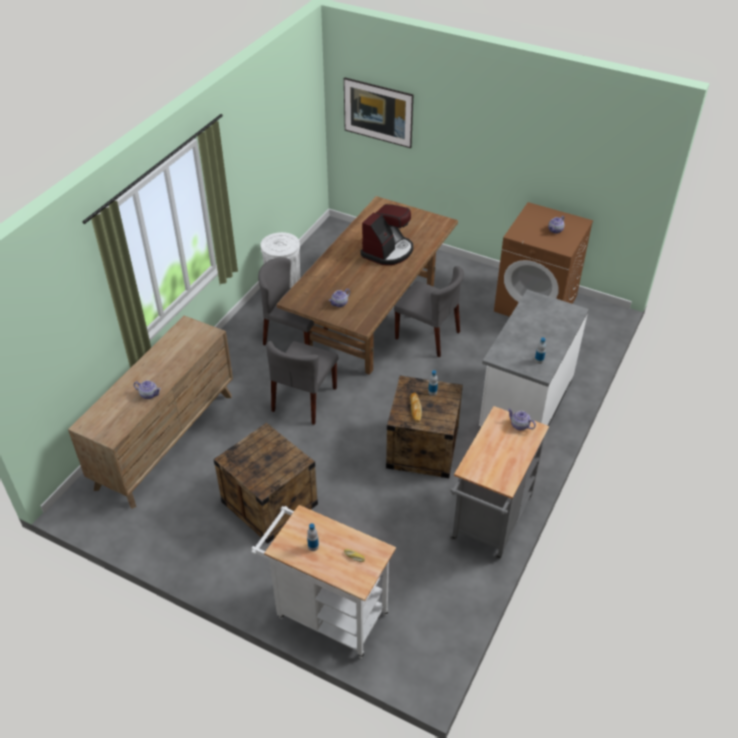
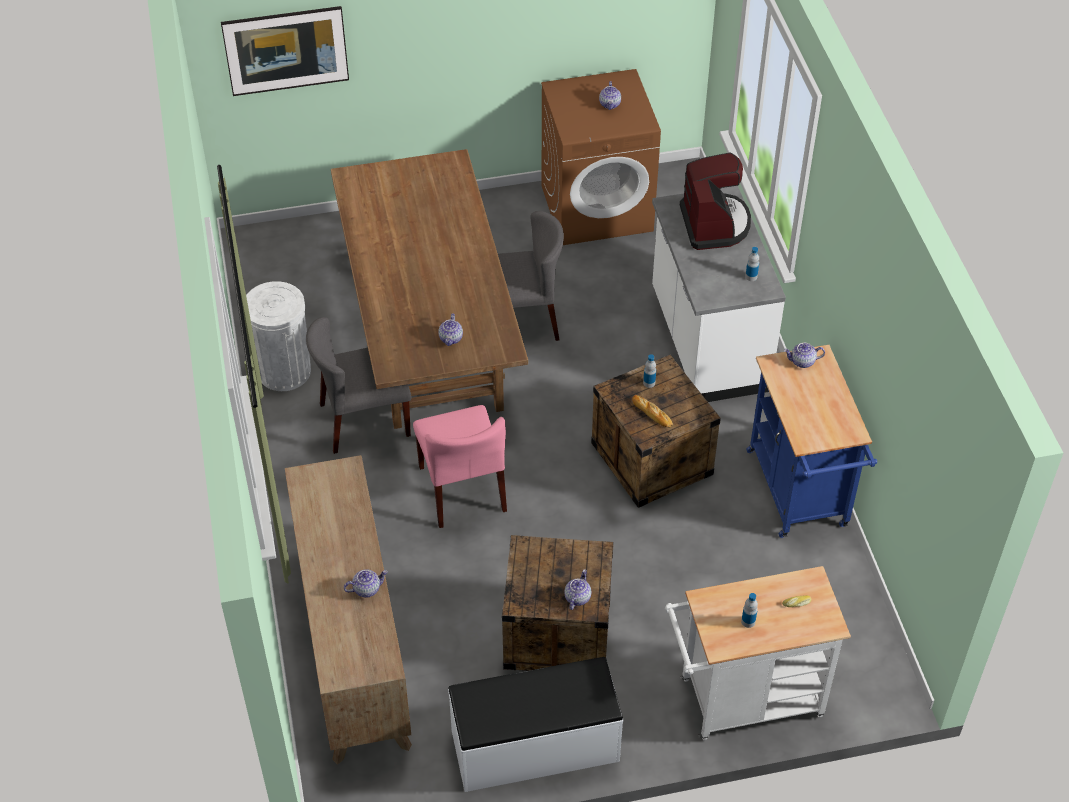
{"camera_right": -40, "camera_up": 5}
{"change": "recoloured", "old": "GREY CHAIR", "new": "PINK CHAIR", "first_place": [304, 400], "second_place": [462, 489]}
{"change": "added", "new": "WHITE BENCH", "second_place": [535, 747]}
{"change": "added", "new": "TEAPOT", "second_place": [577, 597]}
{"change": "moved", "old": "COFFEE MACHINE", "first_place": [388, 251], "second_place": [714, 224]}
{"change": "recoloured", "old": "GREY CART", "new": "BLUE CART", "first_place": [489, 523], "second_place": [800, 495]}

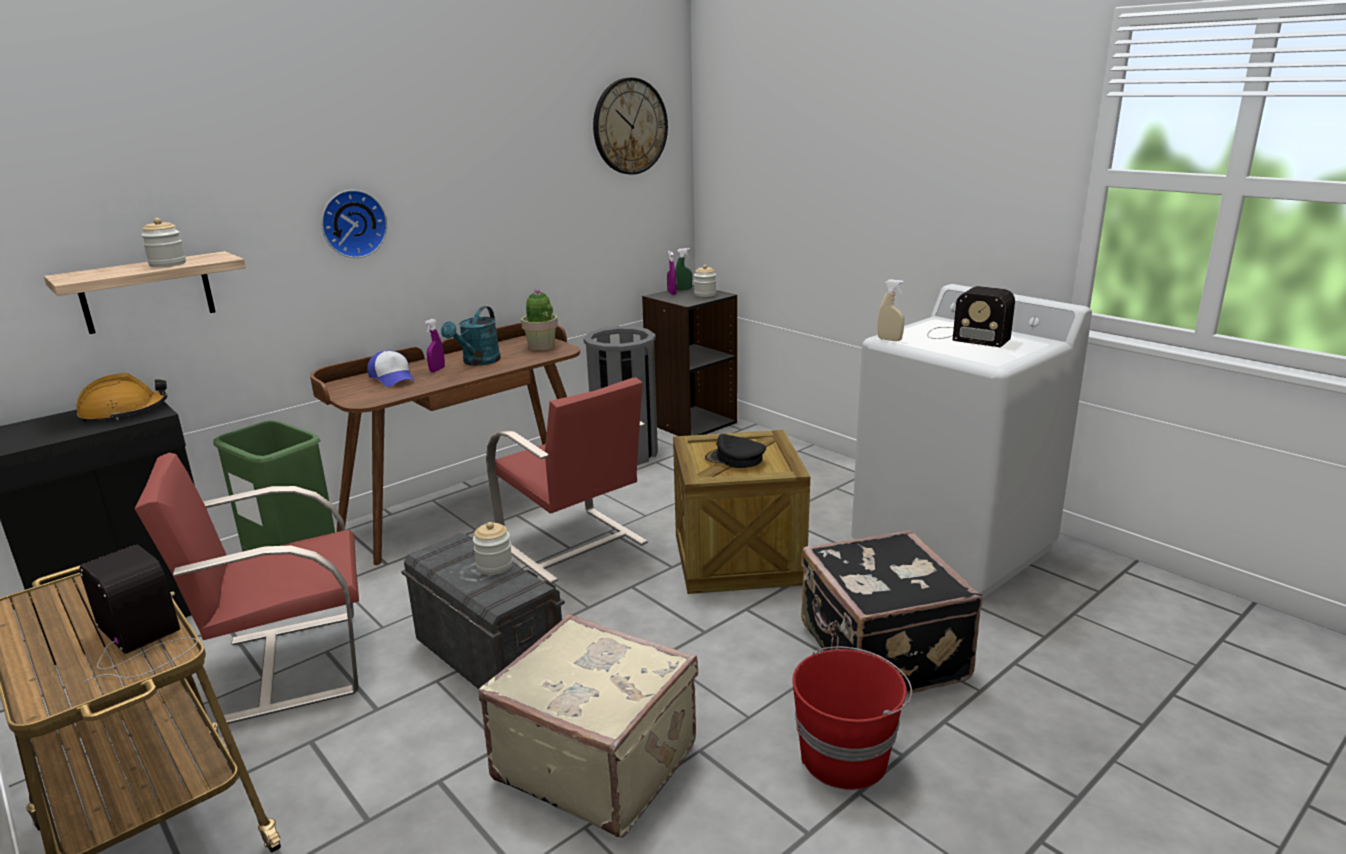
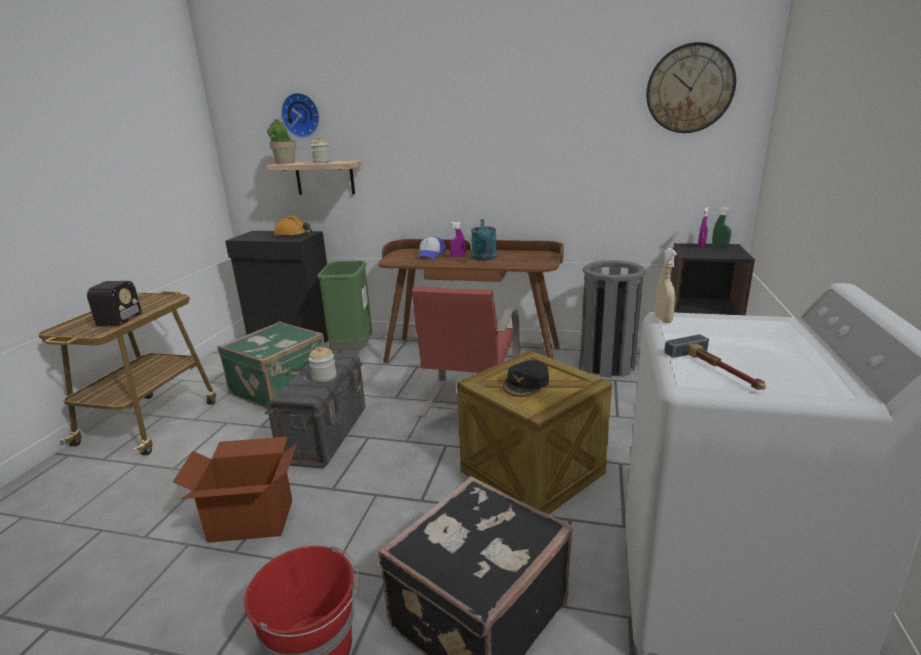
{"camera_right": 55, "camera_up": 0}
{"change": "replaced", "old": "BEIGE SUITCASE", "new": "CARDBOARD BOX", "first_place": [597, 761], "second_place": [251, 520]}
{"change": "replaced", "old": "RED CHAIR", "new": "GREEN SUITCASE", "first_place": [289, 665], "second_place": [281, 387]}
{"change": "moved", "old": "POTTED PLANT", "first_place": [541, 347], "second_place": [285, 163]}
{"change": "moved", "old": "WALL CLOCK", "first_place": [352, 223], "second_place": [301, 115]}
{"change": "turned", "old": "TURQUOISE WATERING CAN", "first_place": [478, 362], "second_place": [484, 258], "degrees": -75}
{"change": "turned", "old": "BLACK CAP", "first_place": [735, 459], "second_place": [526, 383], "degrees": -135}
{"change": "added", "new": "HAMMER", "second_place": [718, 370]}
{"change": "removed", "old": "JAR", "first_place": [705, 294]}
{"change": "removed", "old": "RADIO", "first_place": [964, 336]}

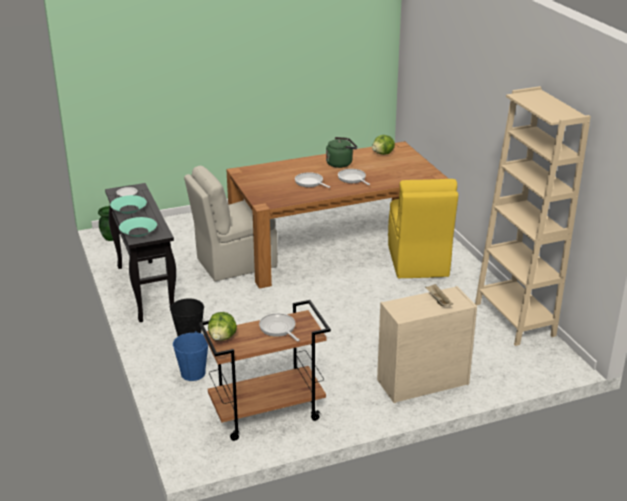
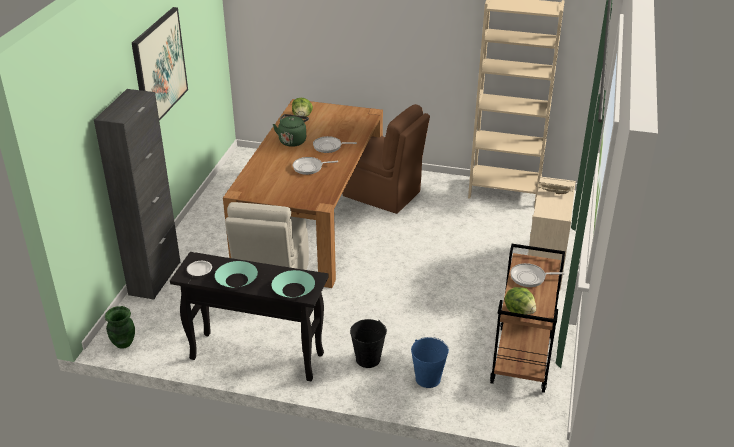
{"camera_right": -55, "camera_up": 5}
{"change": "added", "new": "BLACK CABINET", "second_place": [155, 278]}
{"change": "added", "new": "PICTURE", "second_place": [159, 67]}
{"change": "recoloured", "old": "YELLOW CHAIR", "new": "BROWN CHAIR", "first_place": [418, 262], "second_place": [383, 194]}

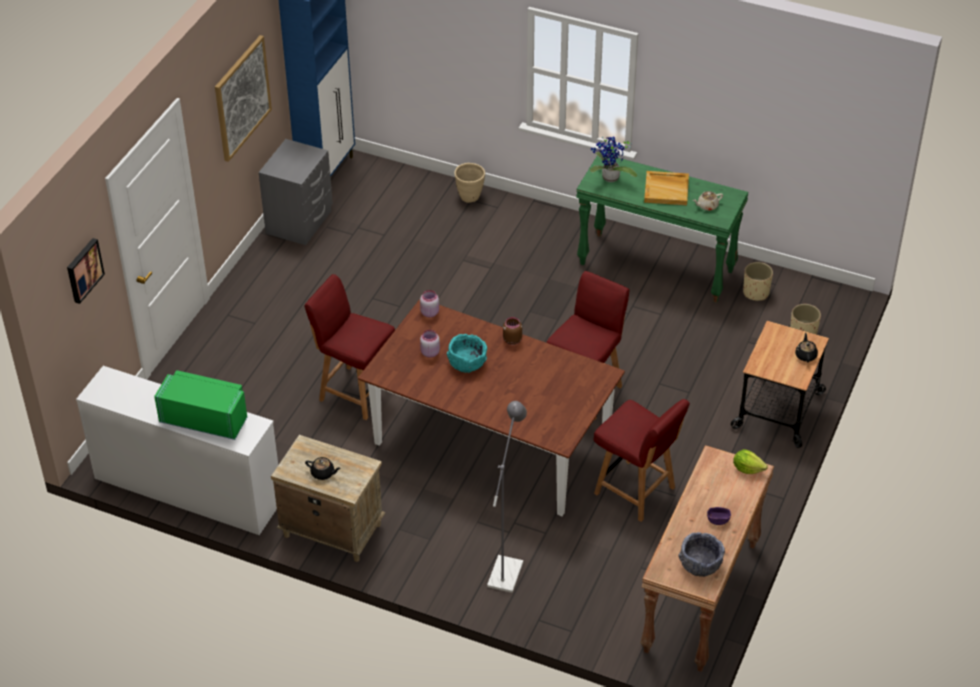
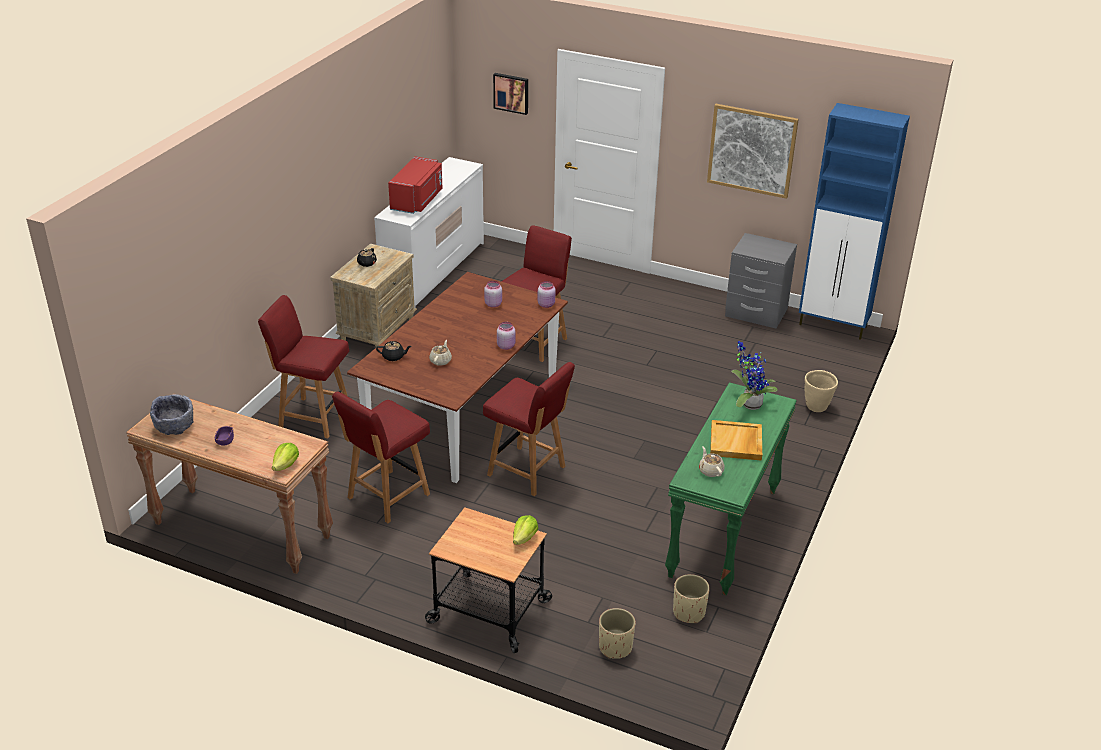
{"camera_right": 90, "camera_up": -10}
{"change": "replaced", "old": "GREY FLOOR LAMP", "new": "RED CHAIR", "first_place": [507, 568], "second_place": [313, 417]}
{"change": "moved", "old": "BLACK TEAPOT", "first_place": [805, 355], "second_place": [394, 357]}
{"change": "recoloured", "old": "GREEN MICROWAVE", "new": "RED MICROWAVE", "first_place": [205, 418], "second_place": [418, 200]}
{"change": "added", "new": "BEIGE TEAPOT", "second_place": [441, 361]}
{"change": "recoloured", "old": "BROWN JAR", "new": "PINK JAR", "first_place": [512, 340], "second_place": [506, 346]}
{"change": "added", "new": "LETTUCE", "second_place": [524, 538]}
{"change": "removed", "old": "TURQUOISE BOWL", "first_place": [467, 362]}

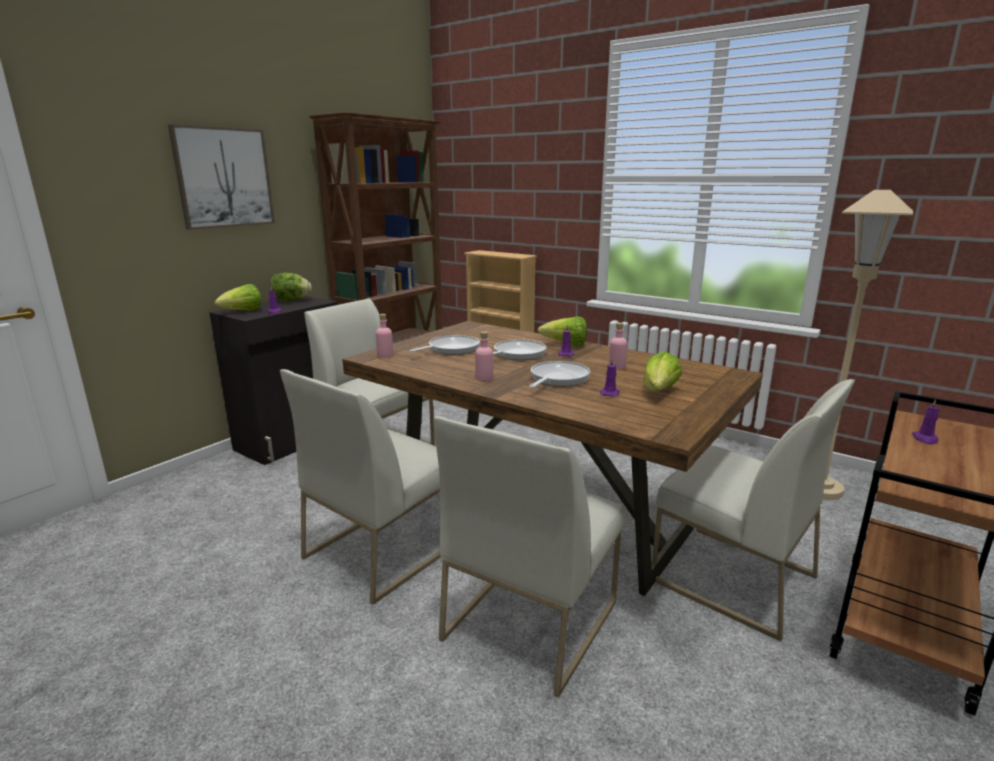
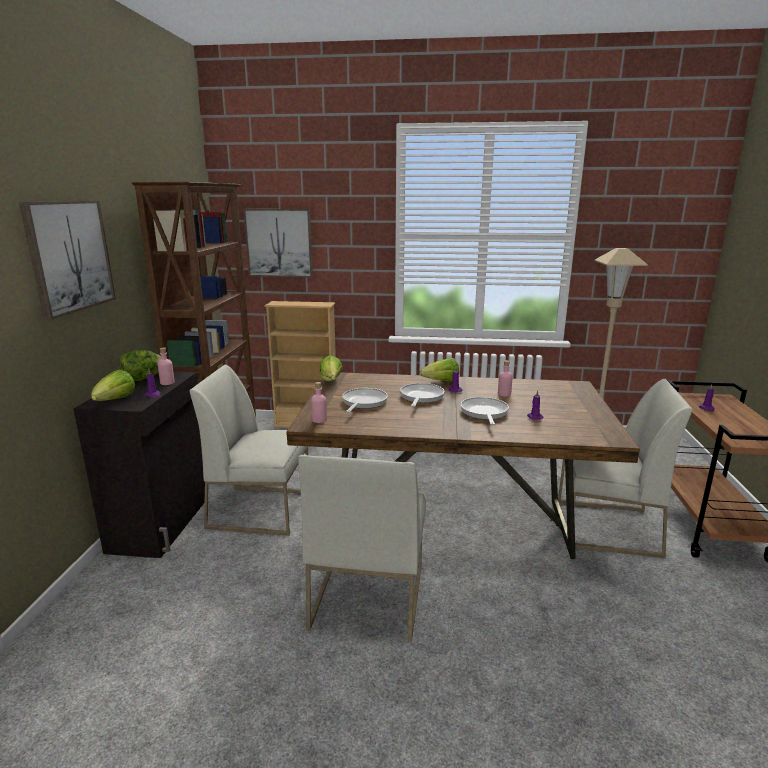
{"camera_right": -30, "camera_up": 0}
{"change": "moved", "old": "PINK BOTTLE", "first_place": [484, 378], "second_place": [167, 383]}
{"change": "added", "new": "PICTURE", "second_place": [279, 243]}
{"change": "moved", "old": "LETTUCE", "first_place": [659, 392], "second_place": [331, 381]}
{"change": "removed", "old": "WHITE CHAIR", "first_place": [530, 619]}

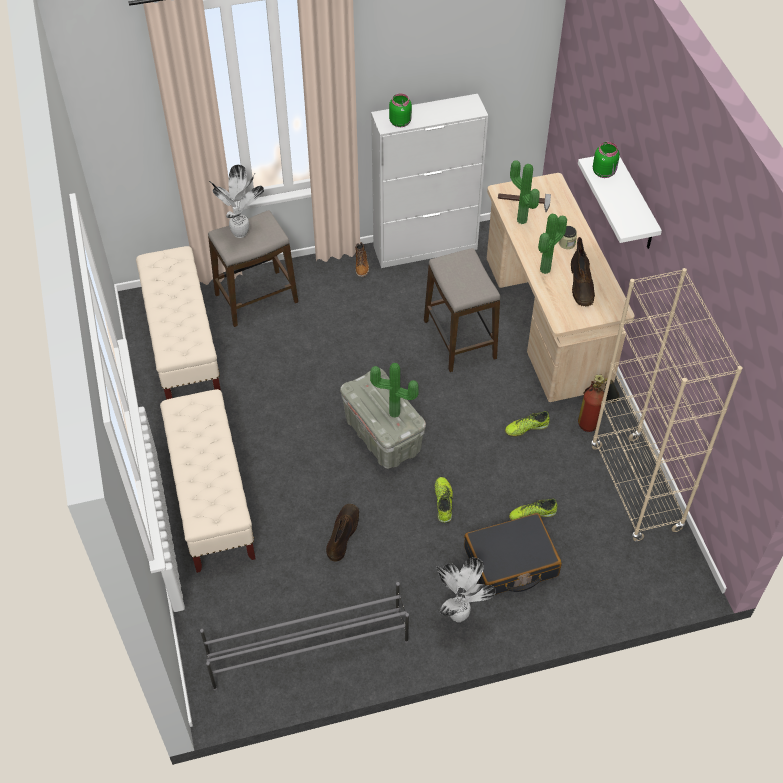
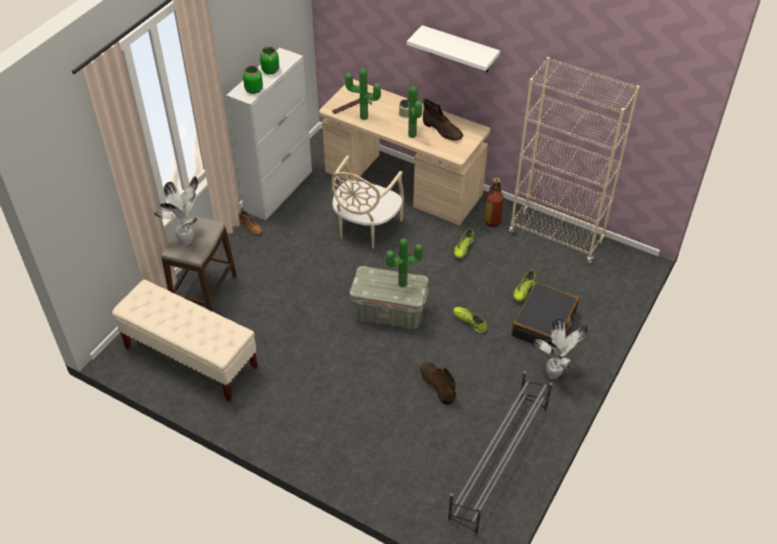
{"camera_right": -45, "camera_up": -5}
{"change": "moved", "old": "GREEN JAR", "first_place": [604, 172], "second_place": [270, 70]}
{"change": "replaced", "old": "STOOL", "new": "BEIGE CHAIR", "first_place": [459, 340], "second_place": [365, 228]}
{"change": "removed", "old": "BEIGE BENCH", "first_place": [212, 499]}

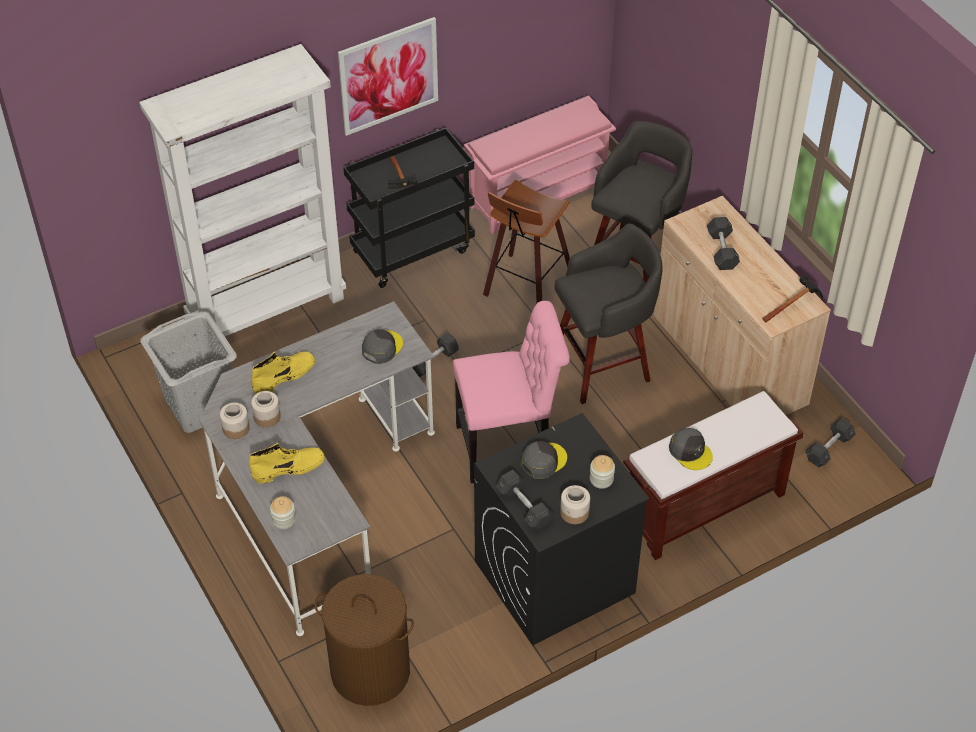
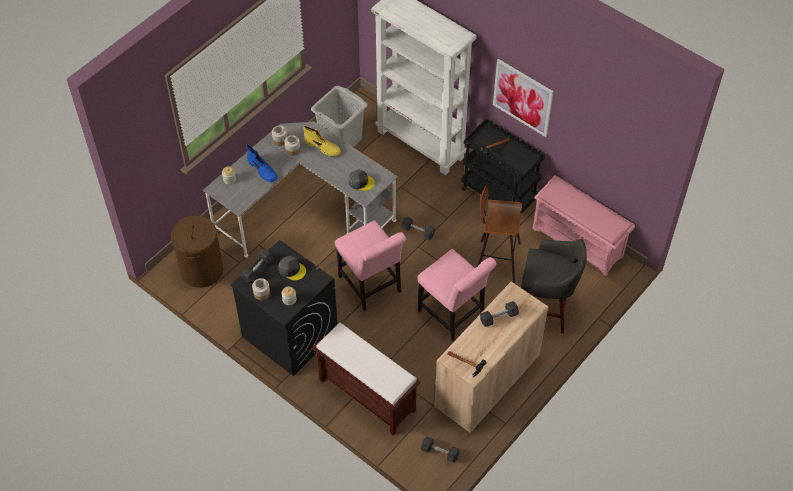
{"camera_right": 70, "camera_up": 5}
{"change": "recoloured", "old": "YELLOW BOOT", "new": "BLUE BOOT", "first_place": [289, 468], "second_place": [263, 170]}
{"change": "replaced", "old": "GREY STOOL", "new": "PINK CHAIR", "first_place": [603, 365], "second_place": [453, 315]}
{"change": "removed", "old": "GREY CAP", "first_place": [690, 452]}

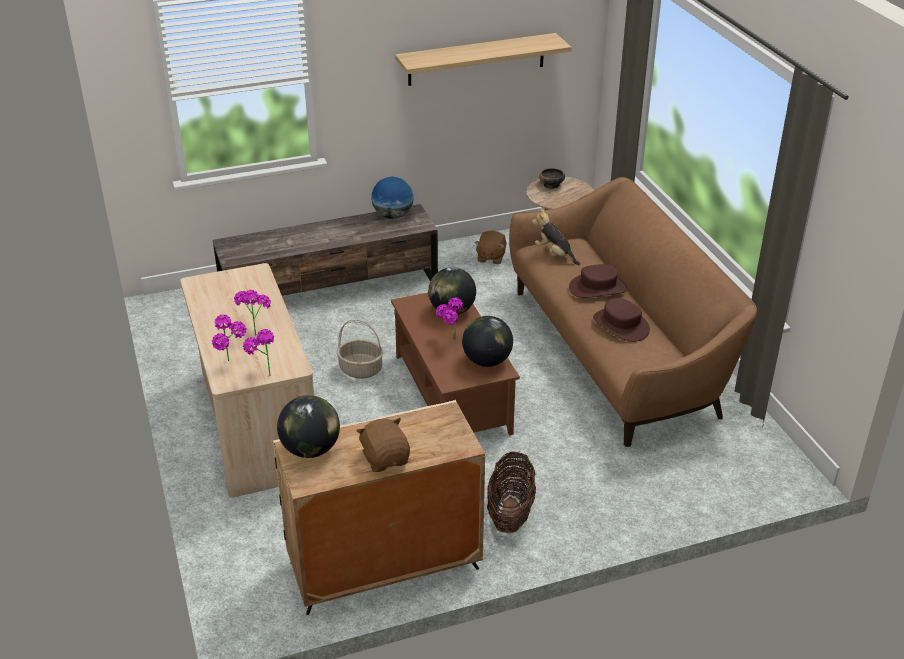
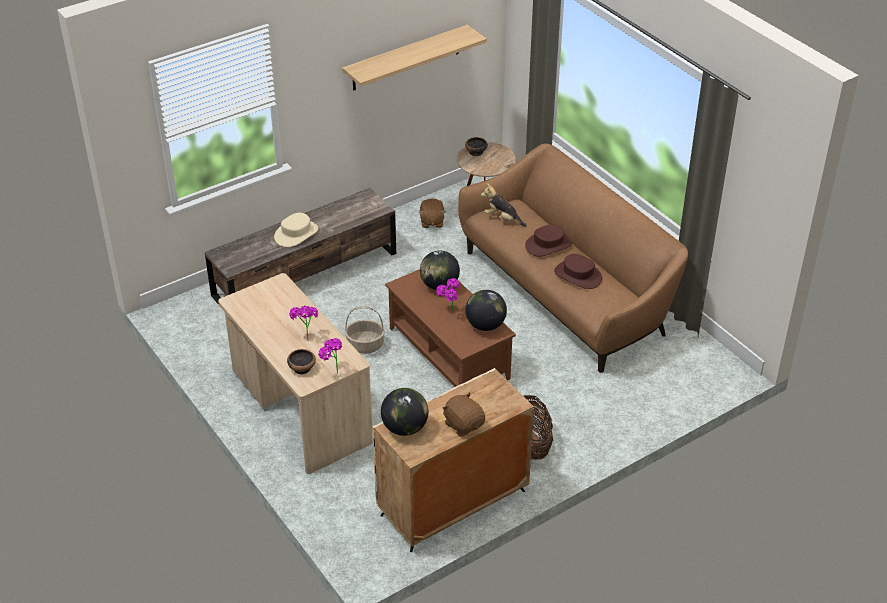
{"camera_right": -15, "camera_up": 5}
{"change": "added", "new": "BEIGE HAT", "second_place": [296, 234]}
{"change": "replaced", "old": "POTTED PLANT", "new": "BOWL", "first_place": [232, 363], "second_place": [302, 368]}
{"change": "removed", "old": "GLOBE", "first_place": [393, 216]}

